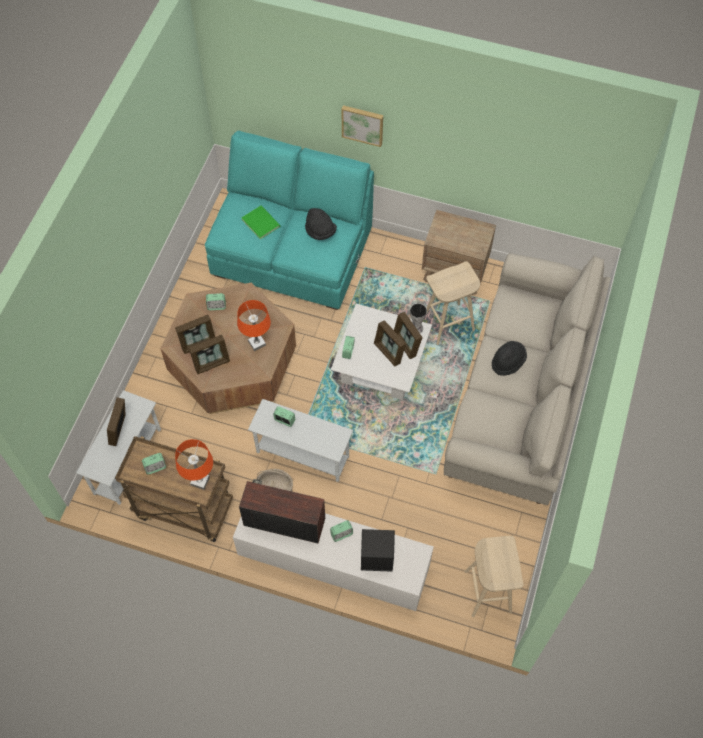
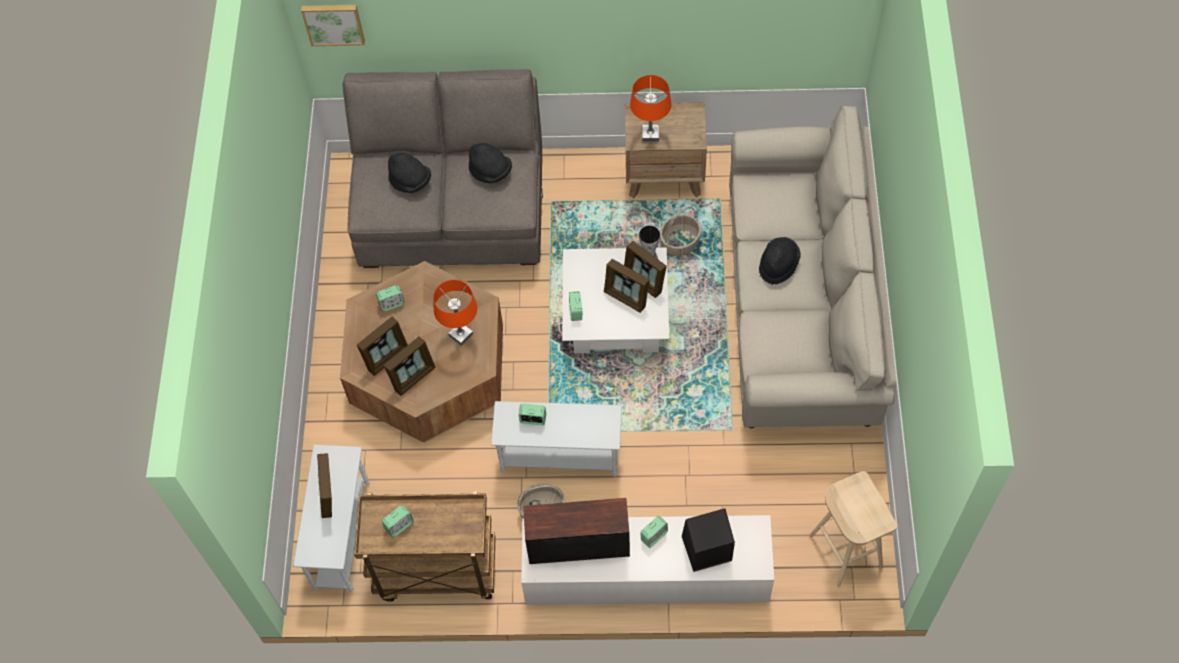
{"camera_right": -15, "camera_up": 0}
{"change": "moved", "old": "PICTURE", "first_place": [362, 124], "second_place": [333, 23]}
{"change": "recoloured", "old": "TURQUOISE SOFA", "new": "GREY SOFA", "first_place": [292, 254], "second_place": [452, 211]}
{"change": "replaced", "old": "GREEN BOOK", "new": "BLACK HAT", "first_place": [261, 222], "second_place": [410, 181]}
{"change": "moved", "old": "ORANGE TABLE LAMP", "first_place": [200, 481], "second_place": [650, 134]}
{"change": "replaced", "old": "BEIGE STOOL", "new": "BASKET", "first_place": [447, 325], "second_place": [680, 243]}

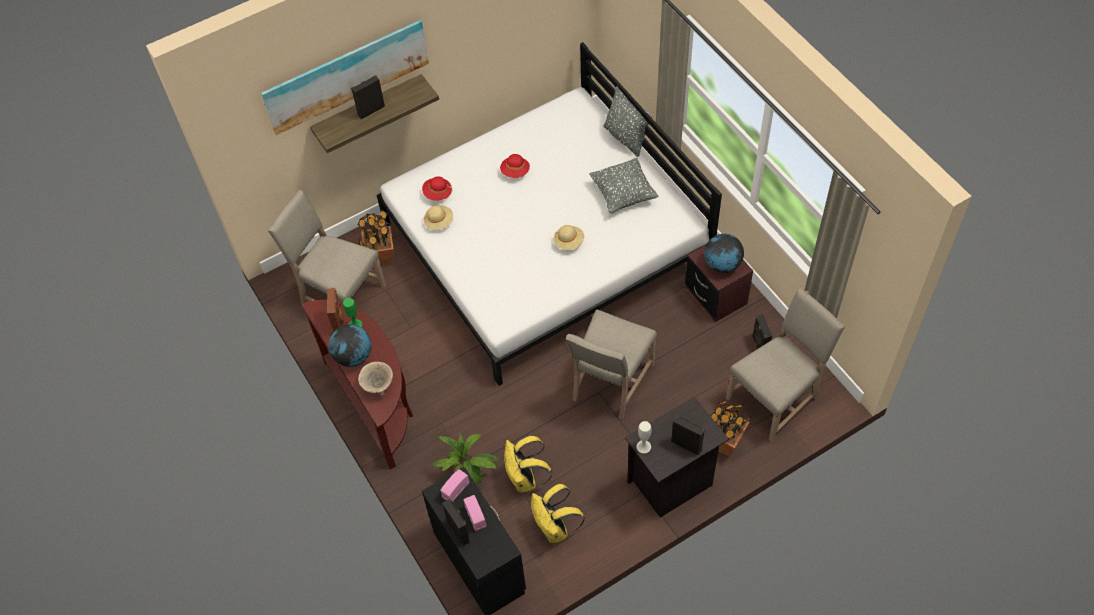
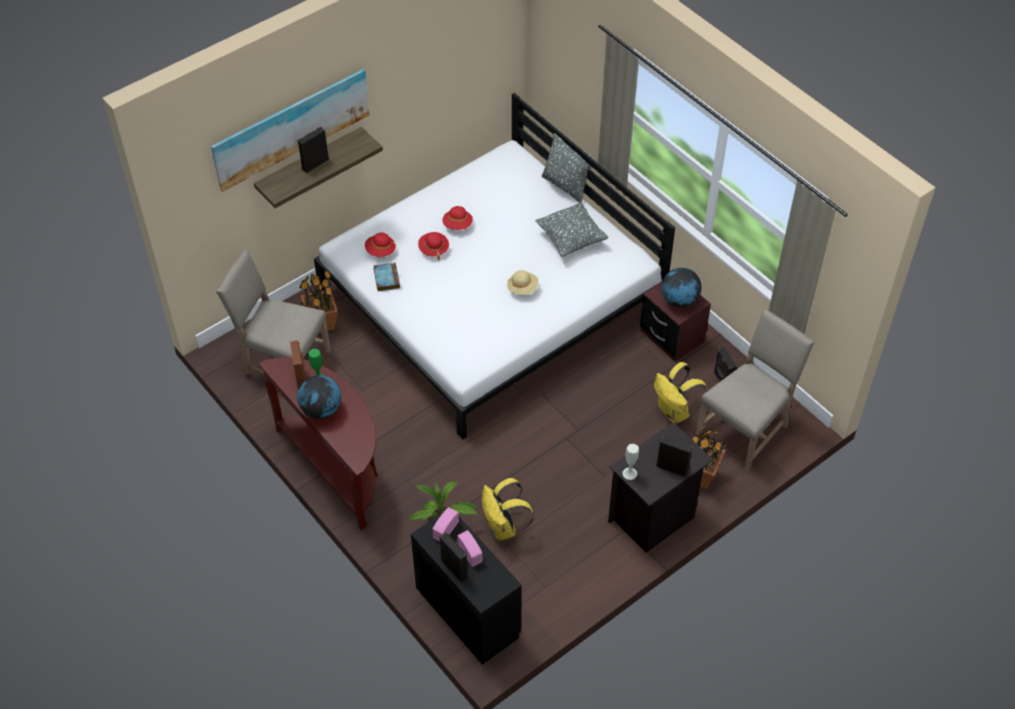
{"camera_right": -10, "camera_up": -5}
{"change": "replaced", "old": "BEIGE HAT", "new": "BOOK", "first_place": [439, 222], "second_place": [386, 278]}
{"change": "added", "new": "RED HAT", "second_place": [433, 249]}
{"change": "moved", "old": "YELLOW BACKPACK", "first_place": [555, 528], "second_place": [675, 412]}
{"change": "removed", "old": "BEIGE BOWL", "first_place": [377, 386]}
{"change": "removed", "old": "BEIGE CHAIR", "first_place": [610, 383]}

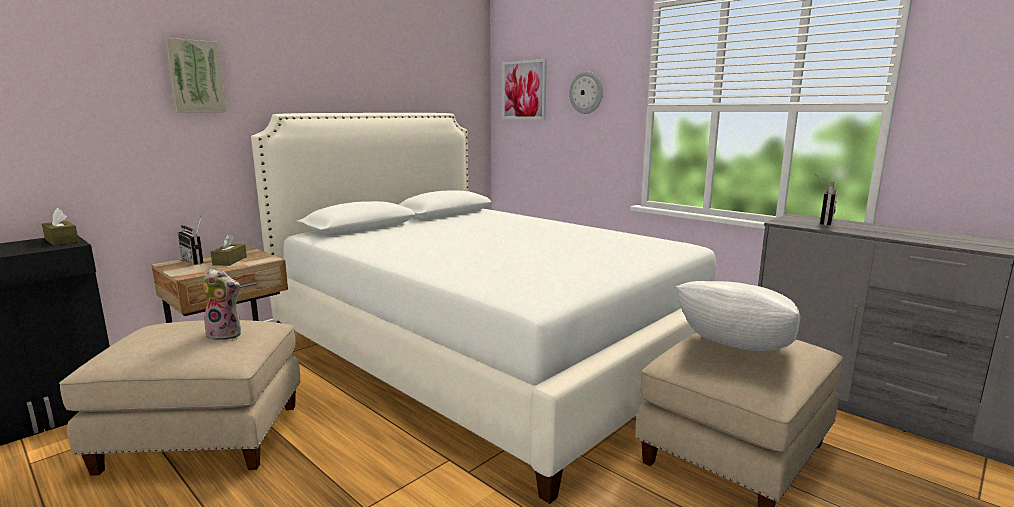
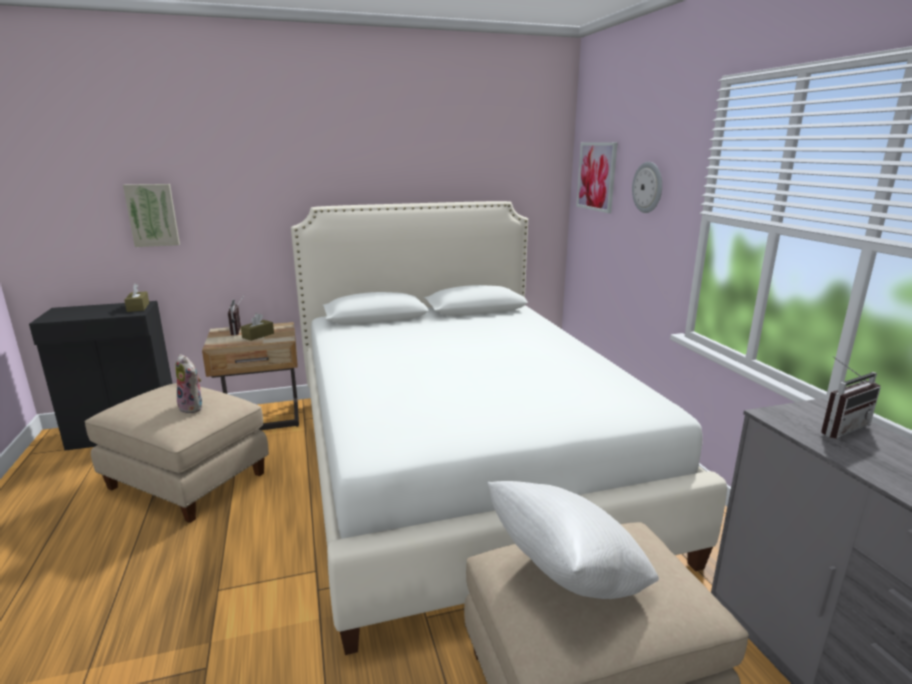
{"camera_right": 30, "camera_up": 5}
{"change": "moved", "old": "PICTURE", "first_place": [195, 76], "second_place": [152, 215]}

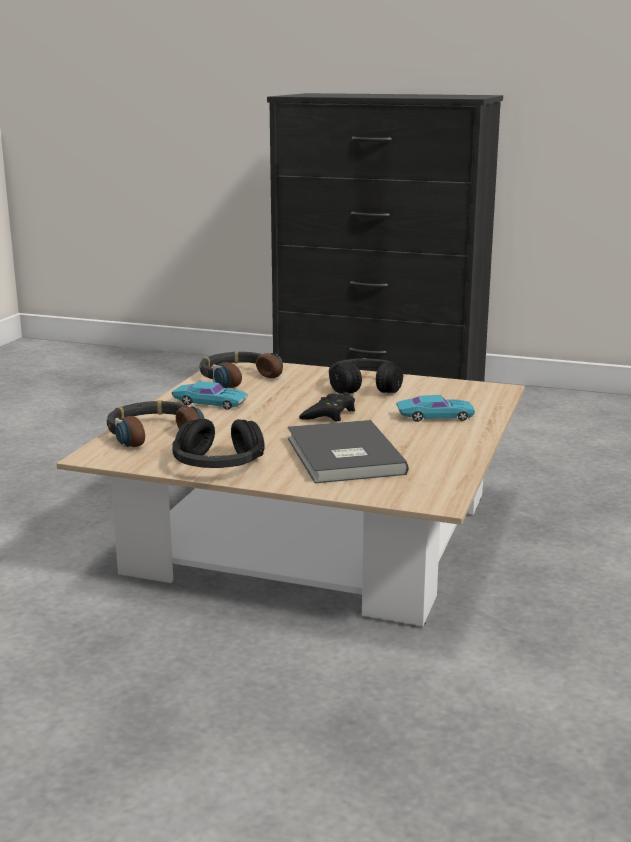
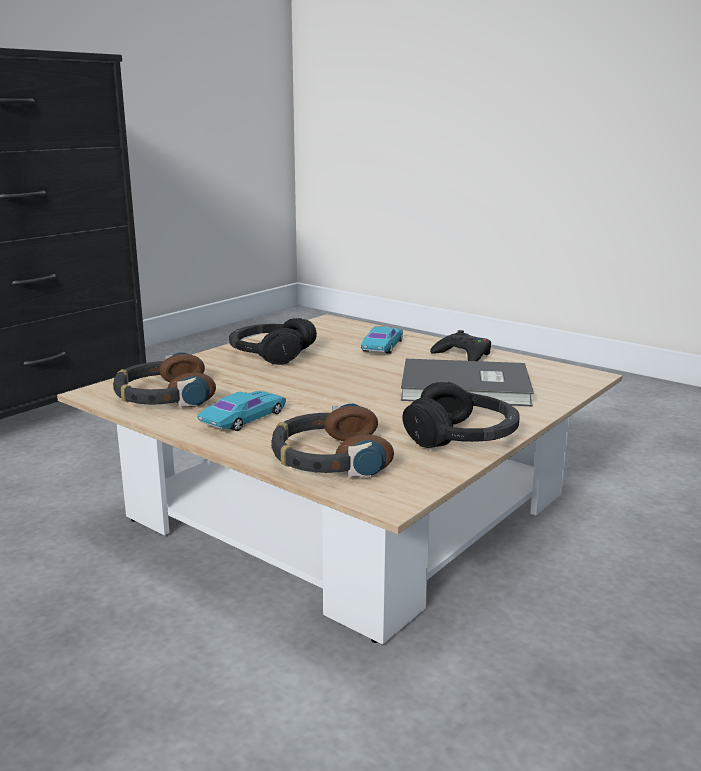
{"camera_right": -70, "camera_up": 0}
{"change": "moved", "old": "BLACK GAME CONTROLLER", "first_place": [329, 414], "second_place": [463, 355]}

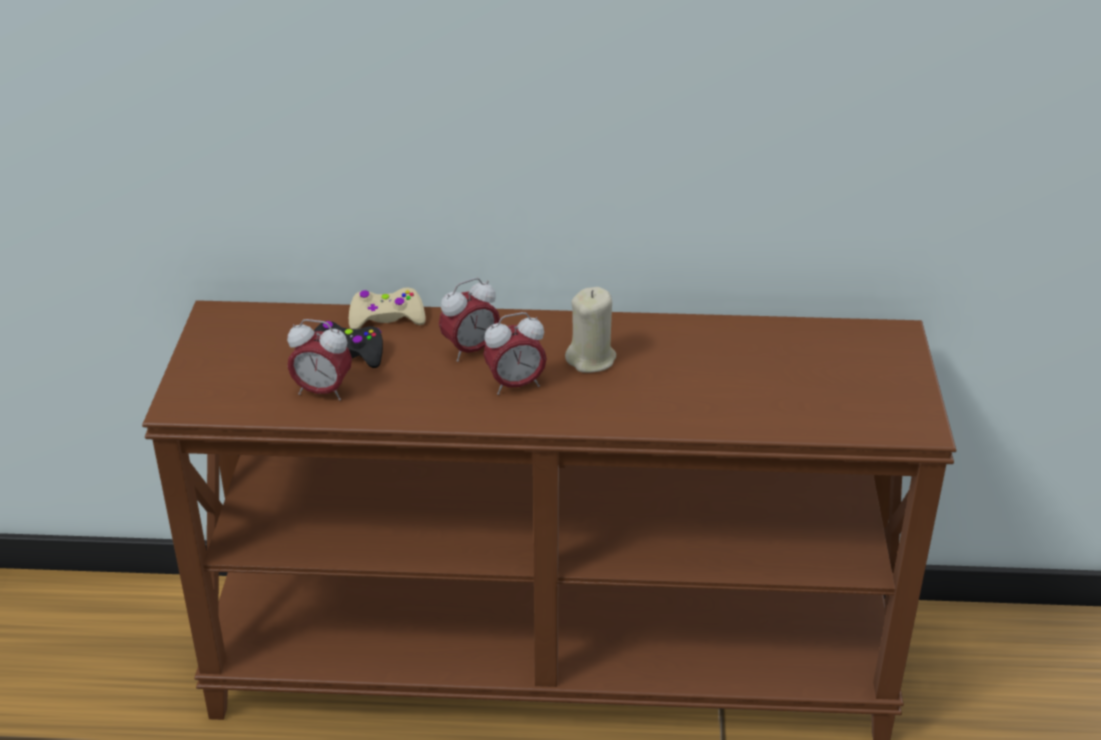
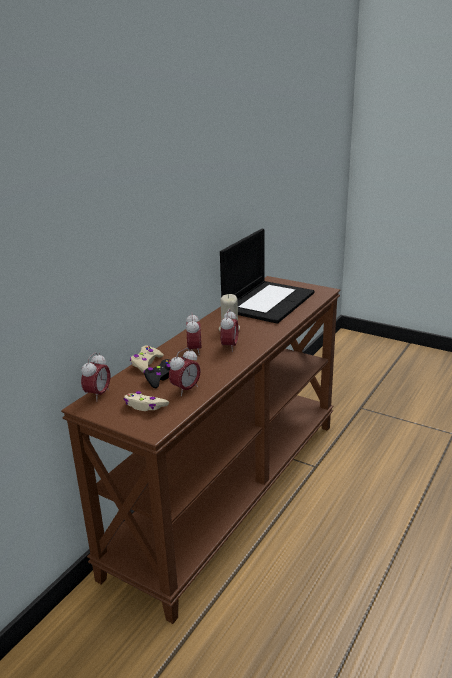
{"camera_right": -60, "camera_up": -10}
{"change": "added", "new": "ALARM CLOCK", "second_place": [98, 395]}
{"change": "added", "new": "BEIGE GAME CONTROLLER", "second_place": [145, 406]}
{"change": "added", "new": "LAPTOP", "second_place": [268, 301]}

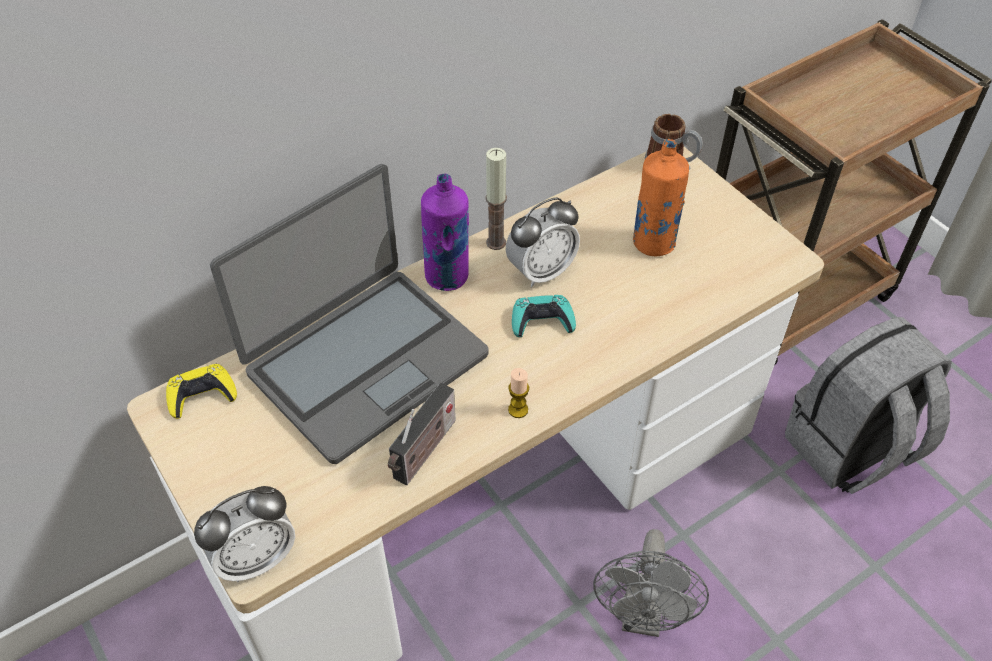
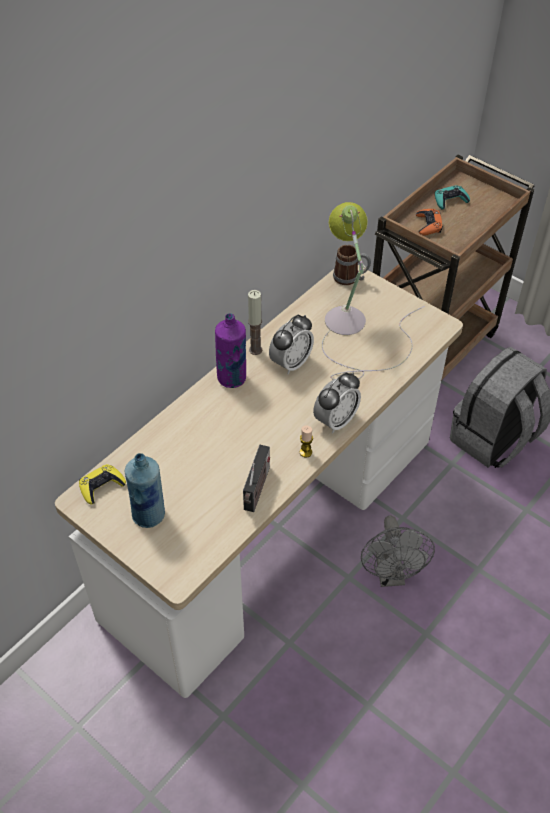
{"camera_right": -15, "camera_up": 0}
{"change": "added", "new": "BLUE BOTTLE", "second_place": [149, 515]}
{"change": "moved", "old": "ALARM CLOCK", "first_place": [256, 558], "second_place": [335, 421]}
{"change": "replaced", "old": "ORANGE BOTTLE", "new": "TABLE LAMP", "first_place": [653, 243], "second_place": [355, 330]}
{"change": "added", "new": "ORANGE GAME CONTROLLER", "second_place": [428, 225]}
{"change": "moved", "old": "TURQUOISE GAME CONTROLLER", "first_place": [542, 321], "second_place": [450, 200]}
{"change": "removed", "old": "LAPTOP", "first_place": [365, 362]}

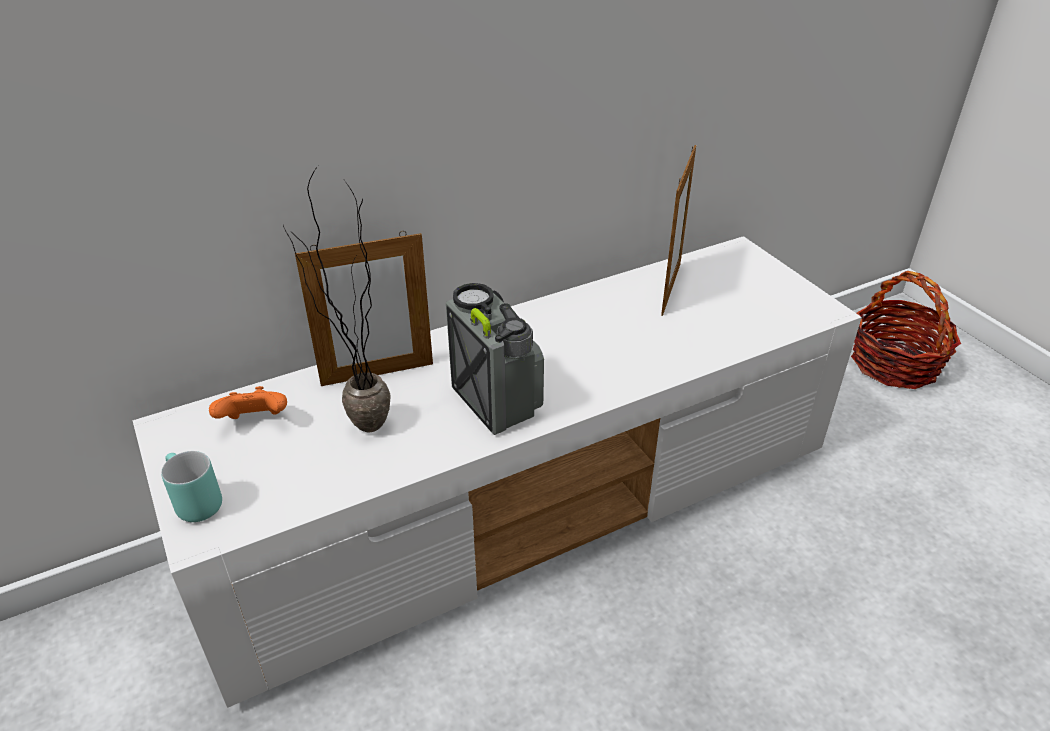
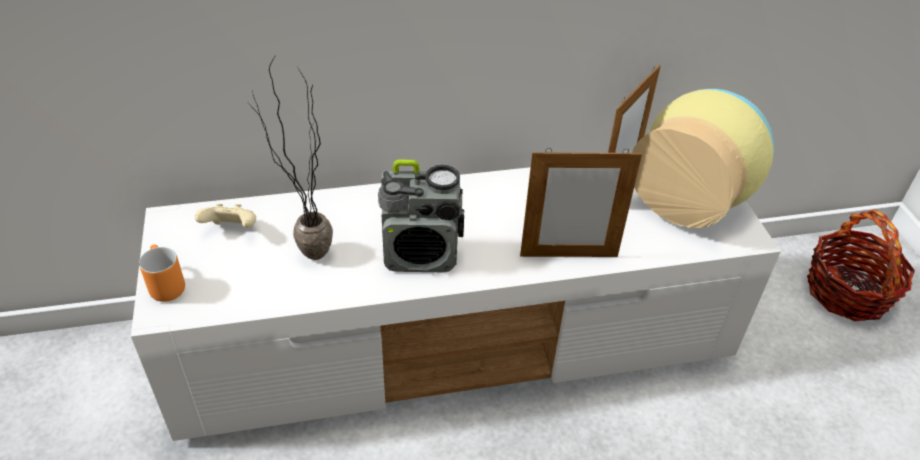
{"camera_right": 15, "camera_up": 5}
{"change": "recoloured", "old": "TURQUOISE MUG", "new": "ORANGE MUG", "first_place": [191, 503], "second_place": [163, 285]}
{"change": "recoloured", "old": "ORANGE GAME CONTROLLER", "new": "BEIGE GAME CONTROLLER", "first_place": [255, 422], "second_place": [232, 230]}
{"change": "turned", "old": "RADIO", "first_place": [495, 400], "second_place": [422, 256], "degrees": 105}
{"change": "moved", "old": "PICTURE FRAME", "first_place": [377, 374], "second_place": [568, 256]}
{"change": "added", "new": "VASE", "second_place": [693, 197]}

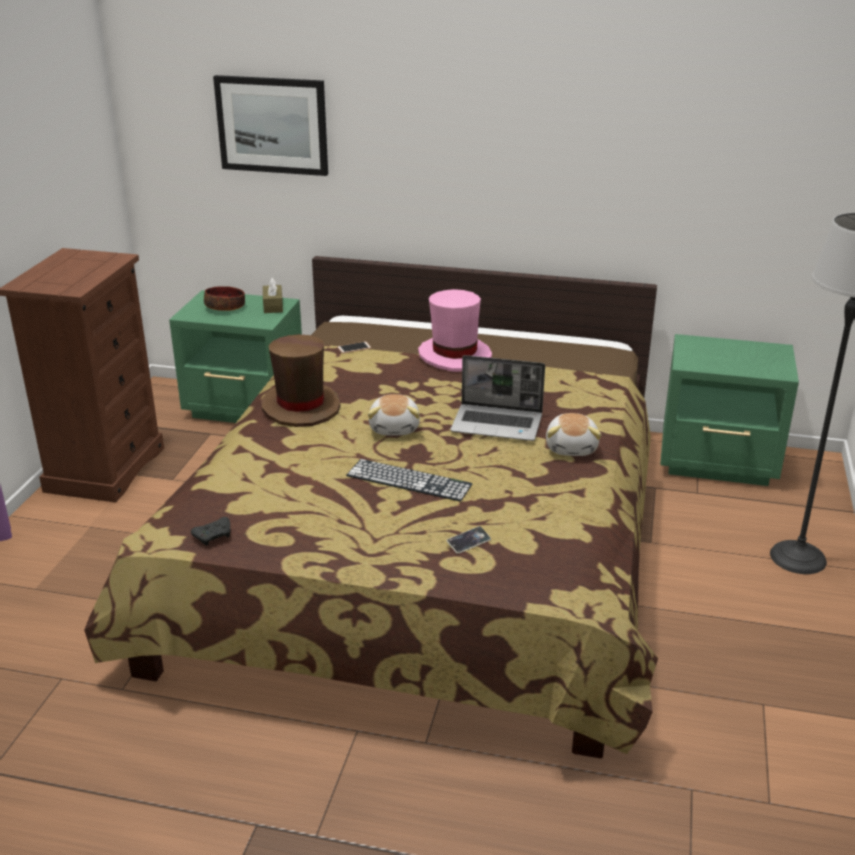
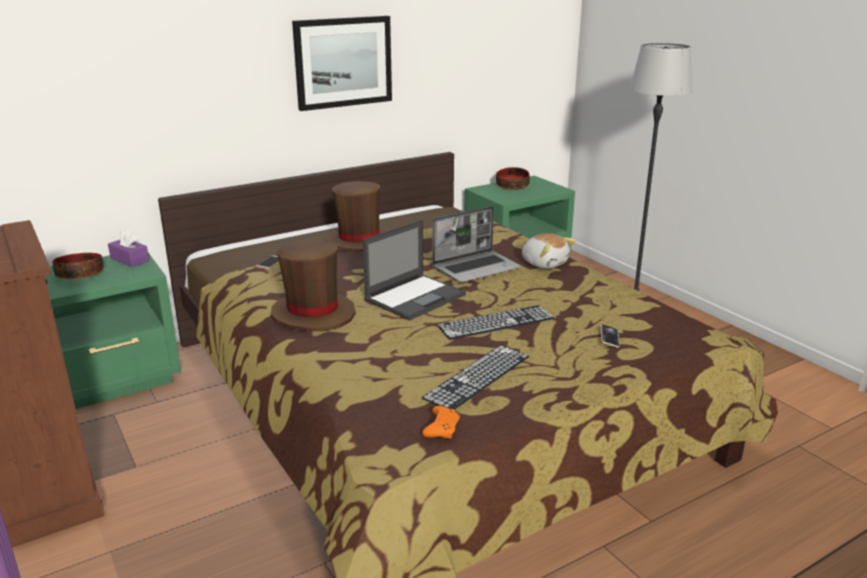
{"camera_right": -45, "camera_up": -5}
{"change": "recoloured", "old": "BROWN TISSUE BOX", "new": "PURPLE TISSUE BOX", "first_place": [273, 306], "second_place": [129, 260]}
{"change": "moved", "old": "PICTURE", "first_place": [272, 125], "second_place": [343, 62]}
{"change": "recoloured", "old": "PINK HAT", "new": "BROWN HAT", "first_place": [455, 356], "second_place": [359, 241]}
{"change": "replaced", "old": "PLUSH TOY", "new": "LAPTOP", "first_place": [395, 428], "second_place": [416, 297]}
{"change": "added", "new": "KEYBOARD", "second_place": [477, 377]}
{"change": "recoloured", "old": "BLACK GAME CONTROLLER", "new": "ORANGE GAME CONTROLLER", "first_place": [214, 536], "second_place": [441, 428]}
{"change": "added", "new": "BOWL", "second_place": [512, 186]}

